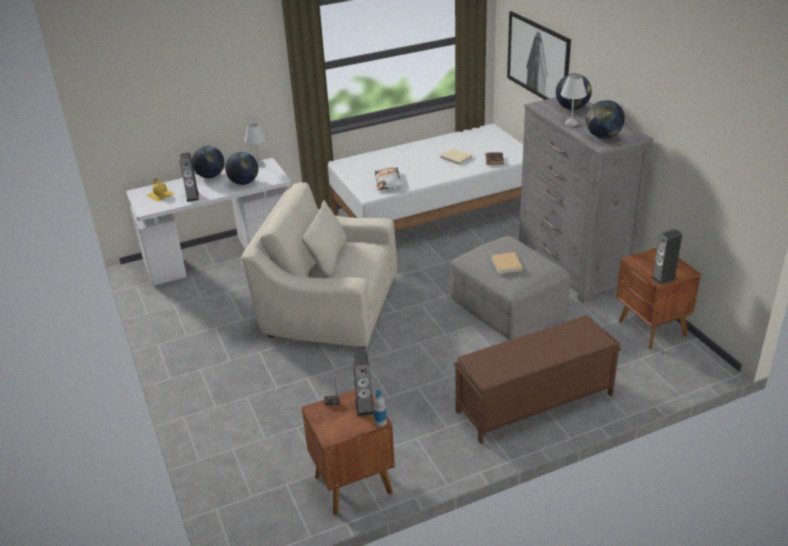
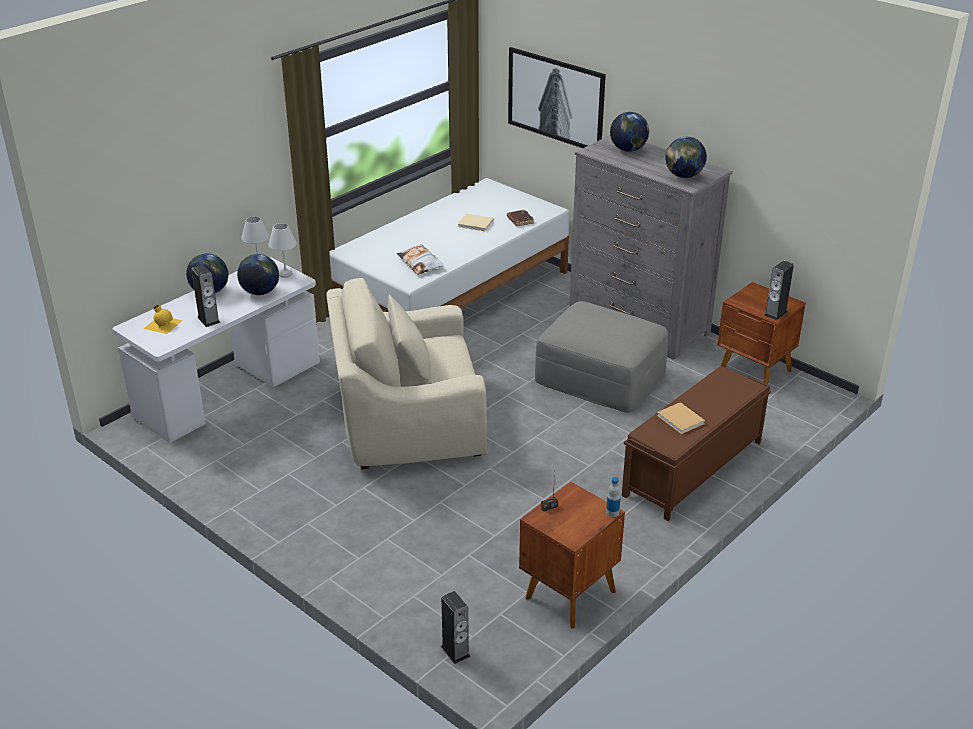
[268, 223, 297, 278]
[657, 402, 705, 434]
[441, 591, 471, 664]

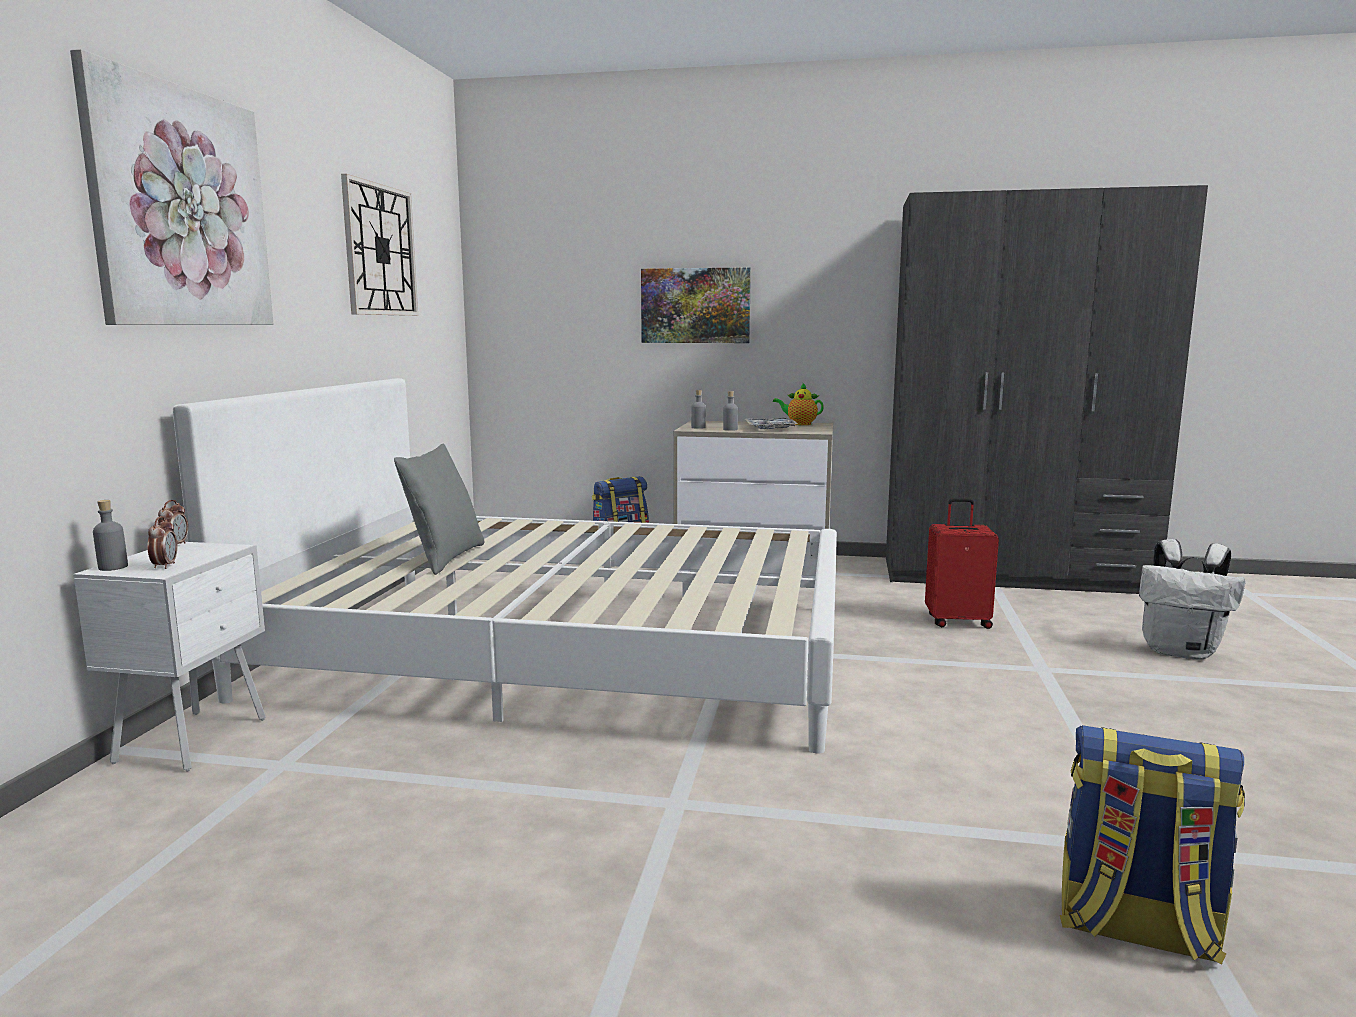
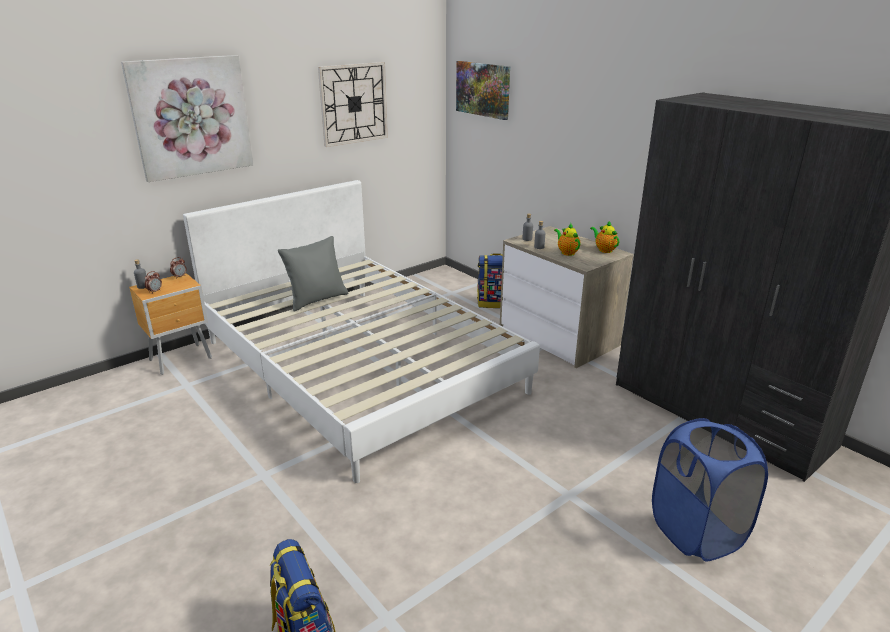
[456, 61, 510, 120]
[554, 223, 581, 256]
[925, 498, 999, 629] (first image)
[652, 418, 768, 562]
[129, 273, 212, 375]

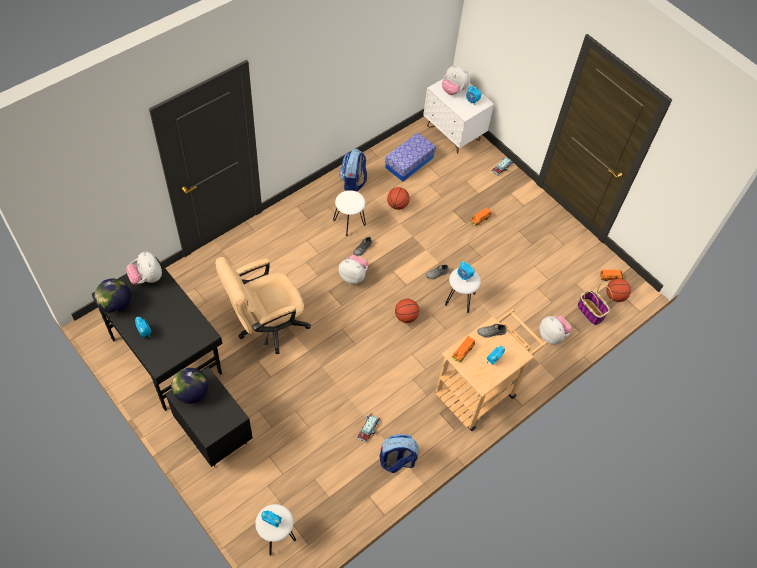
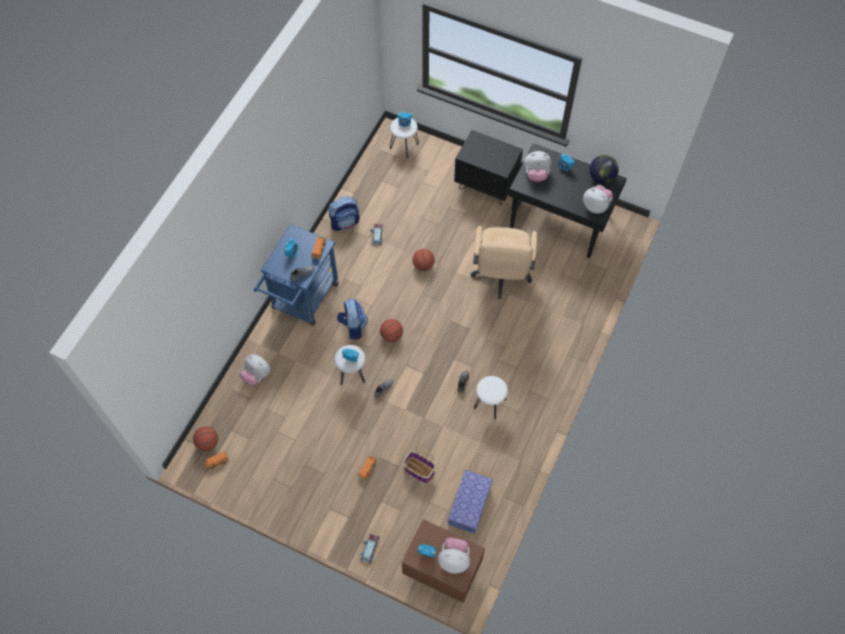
[402, 519, 485, 603]
[337, 298, 368, 340]
[413, 249, 435, 271]
[524, 151, 551, 182]
[471, 226, 537, 299]
[403, 447, 436, 483]
[253, 224, 339, 326]
[171, 368, 208, 404] (first image)

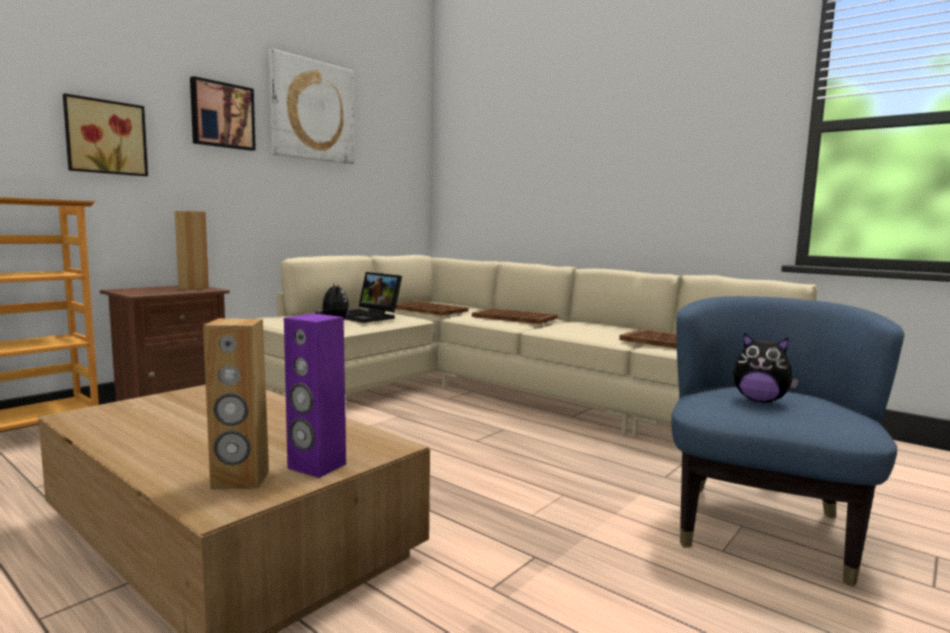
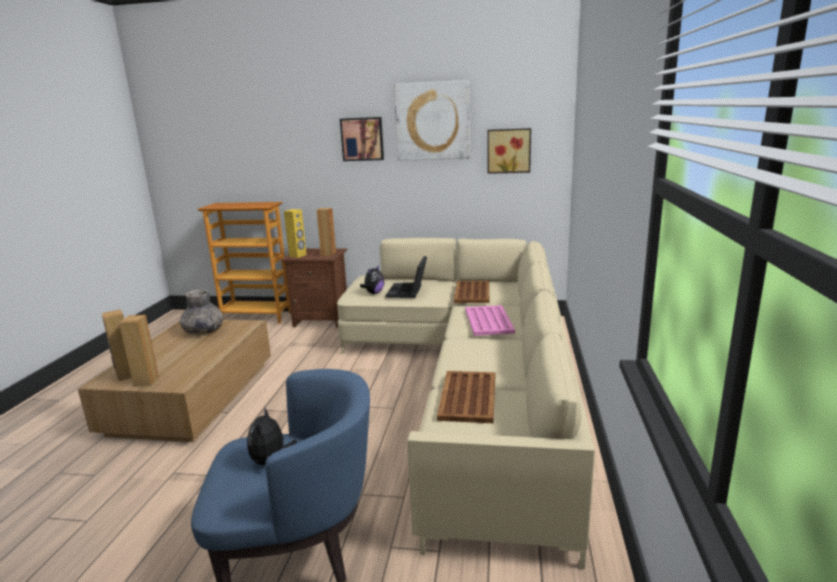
[487, 128, 531, 174]
[465, 305, 515, 336]
[119, 315, 159, 387]
[284, 209, 307, 258]
[180, 290, 224, 335]

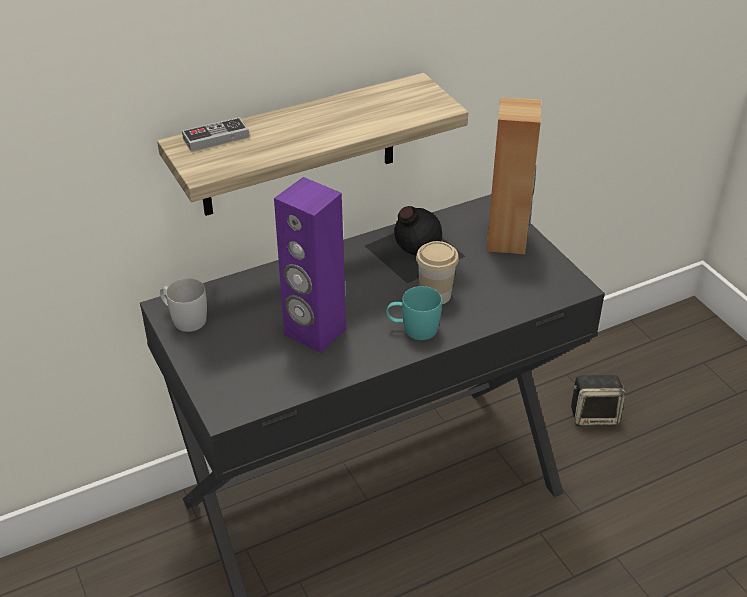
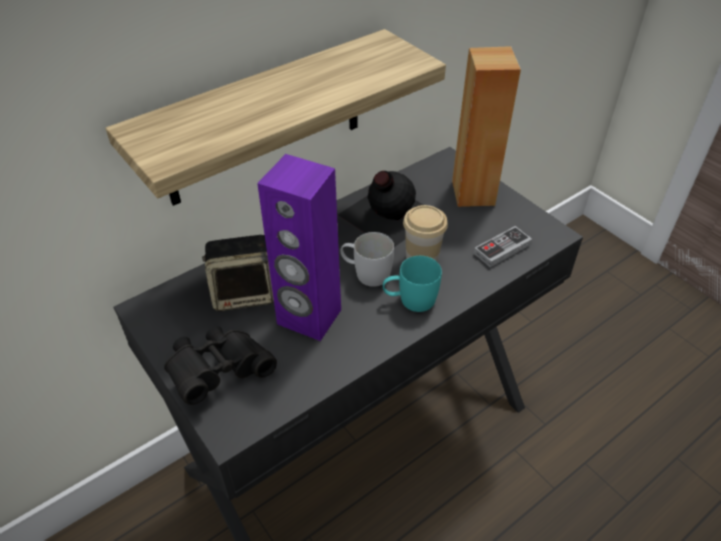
[474, 226, 532, 267]
[340, 232, 394, 287]
[202, 235, 274, 311]
[164, 326, 277, 405]

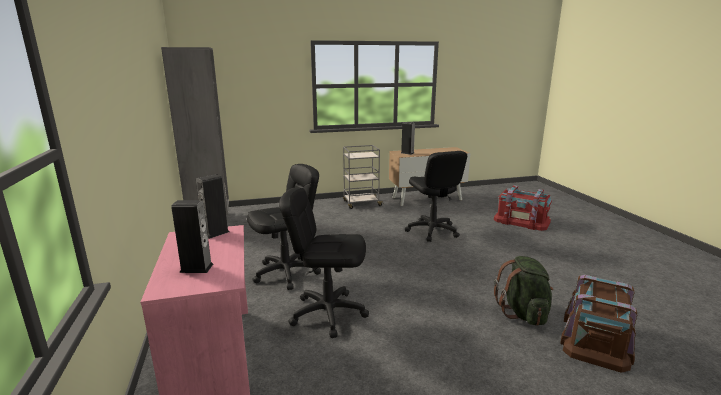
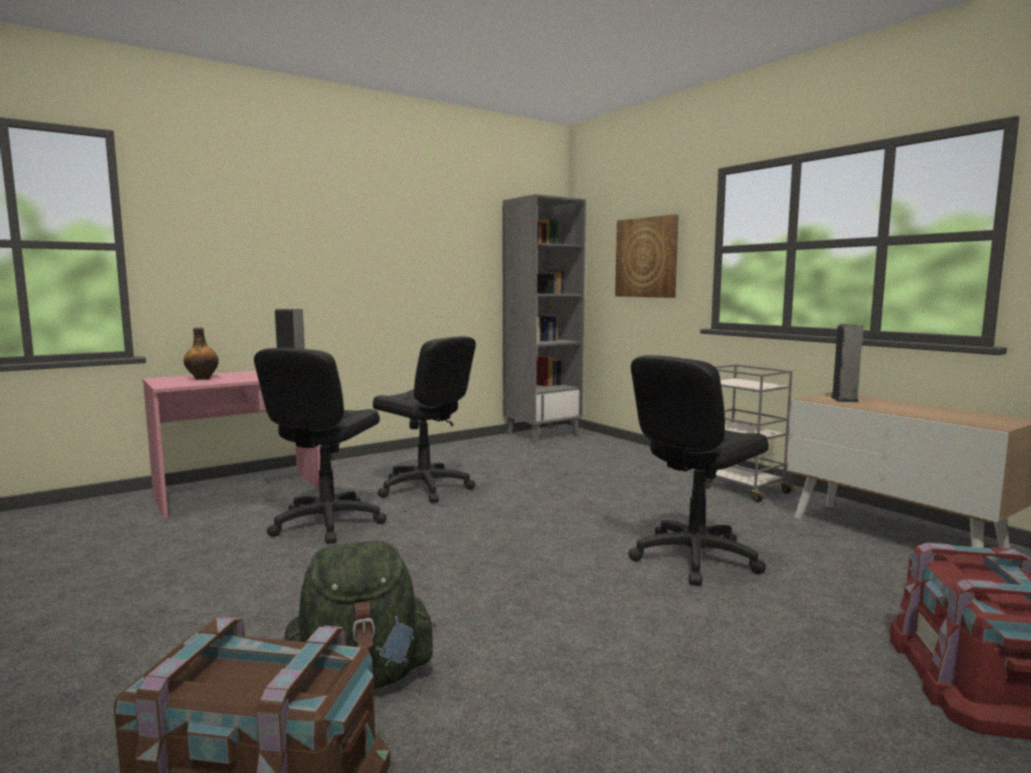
[254, 348, 387, 544]
[184, 327, 219, 380]
[615, 214, 679, 298]

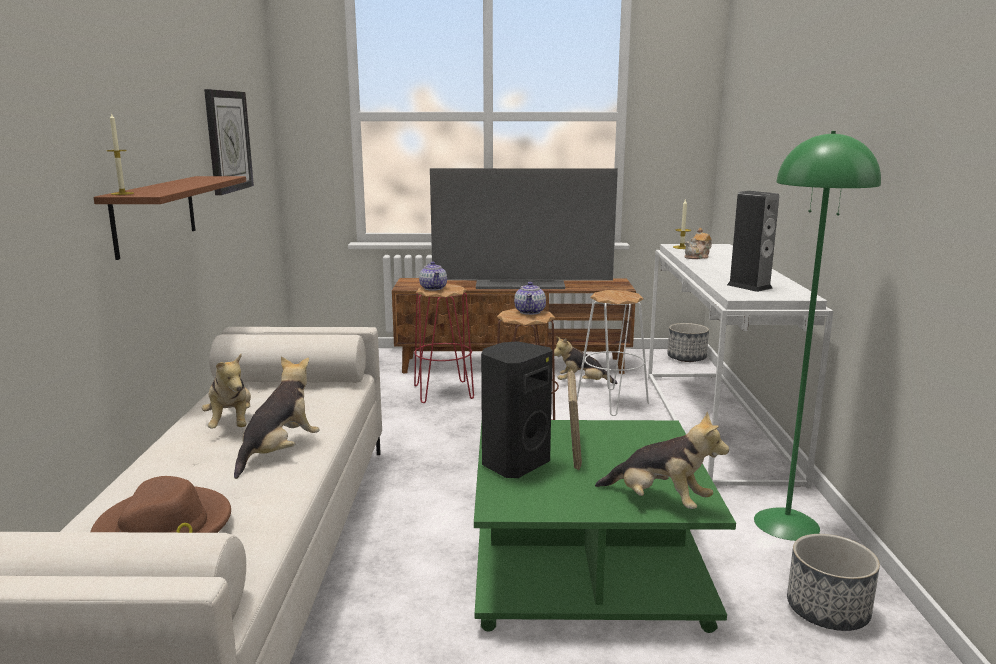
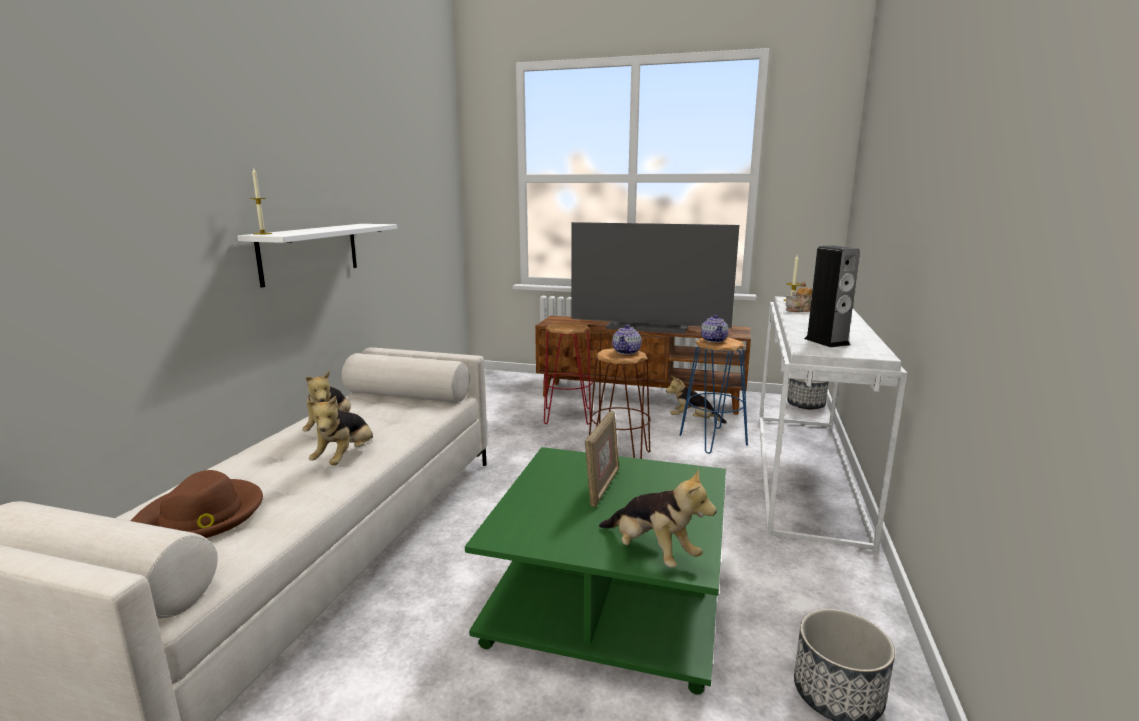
[204, 89, 254, 195] (first image)
[754, 131, 881, 541] (first image)
[238, 224, 397, 288]
[701, 315, 729, 343]
[680, 338, 748, 454]
[481, 341, 552, 478] (first image)
[308, 396, 373, 465]

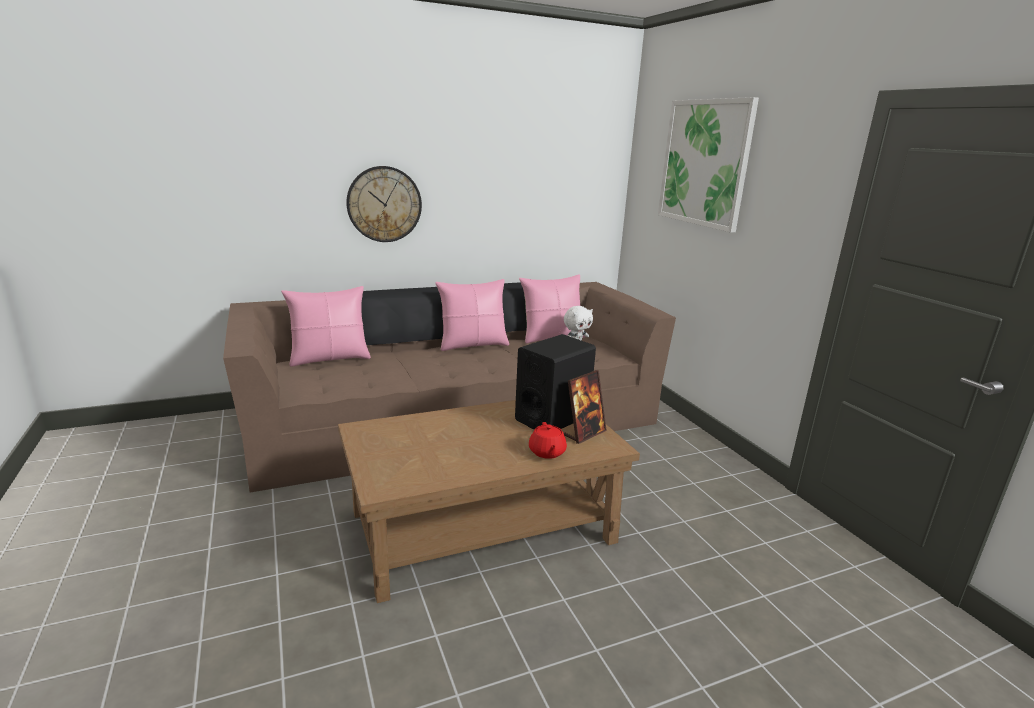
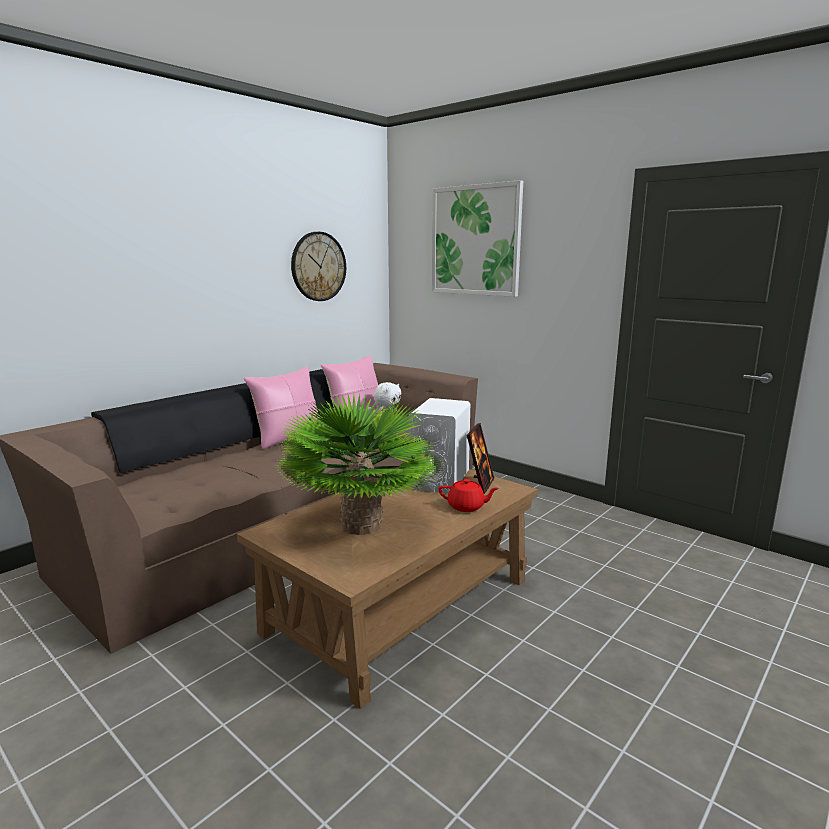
[291, 232, 346, 301]
[281, 286, 371, 367] (first image)
[408, 398, 470, 494]
[439, 479, 499, 512]
[276, 395, 442, 535]

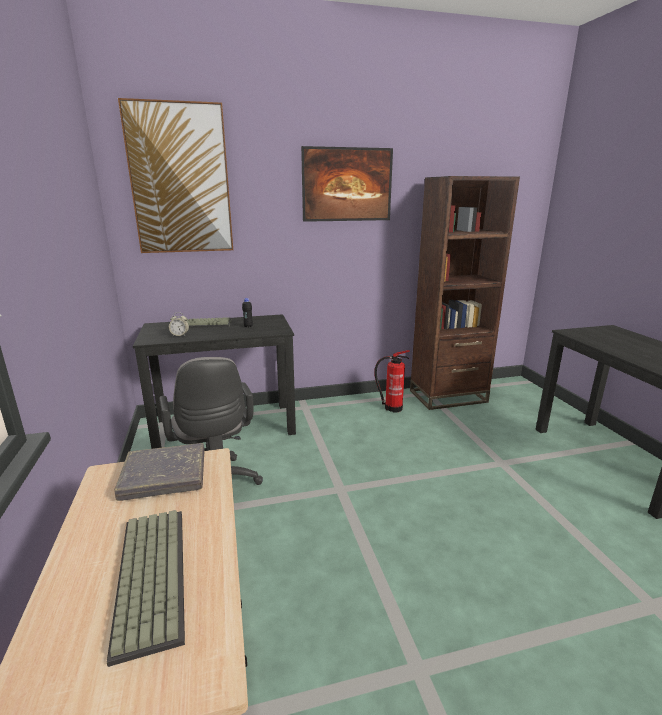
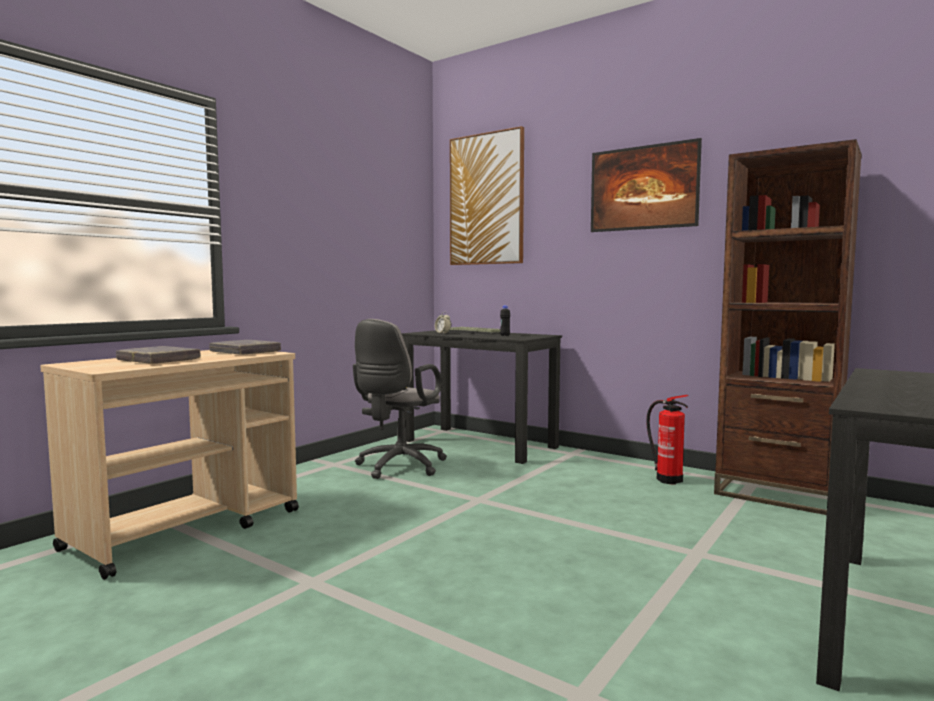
[116, 346, 201, 364]

